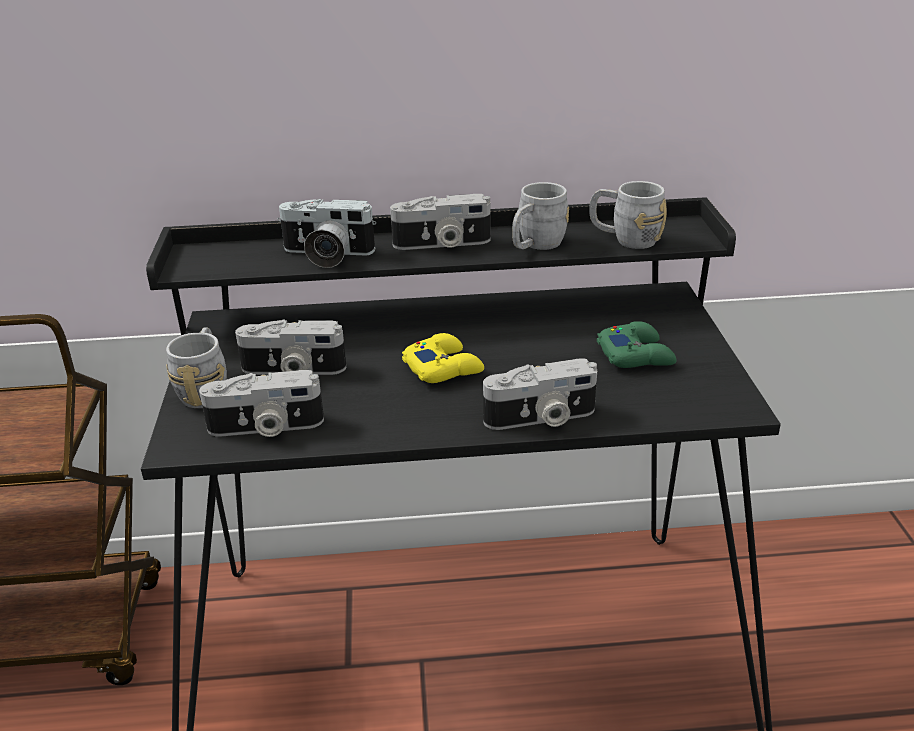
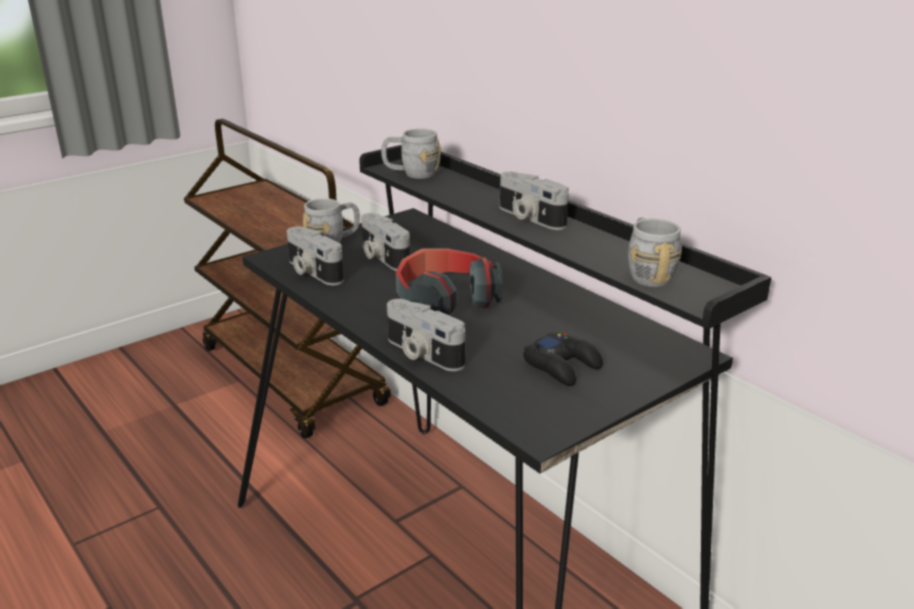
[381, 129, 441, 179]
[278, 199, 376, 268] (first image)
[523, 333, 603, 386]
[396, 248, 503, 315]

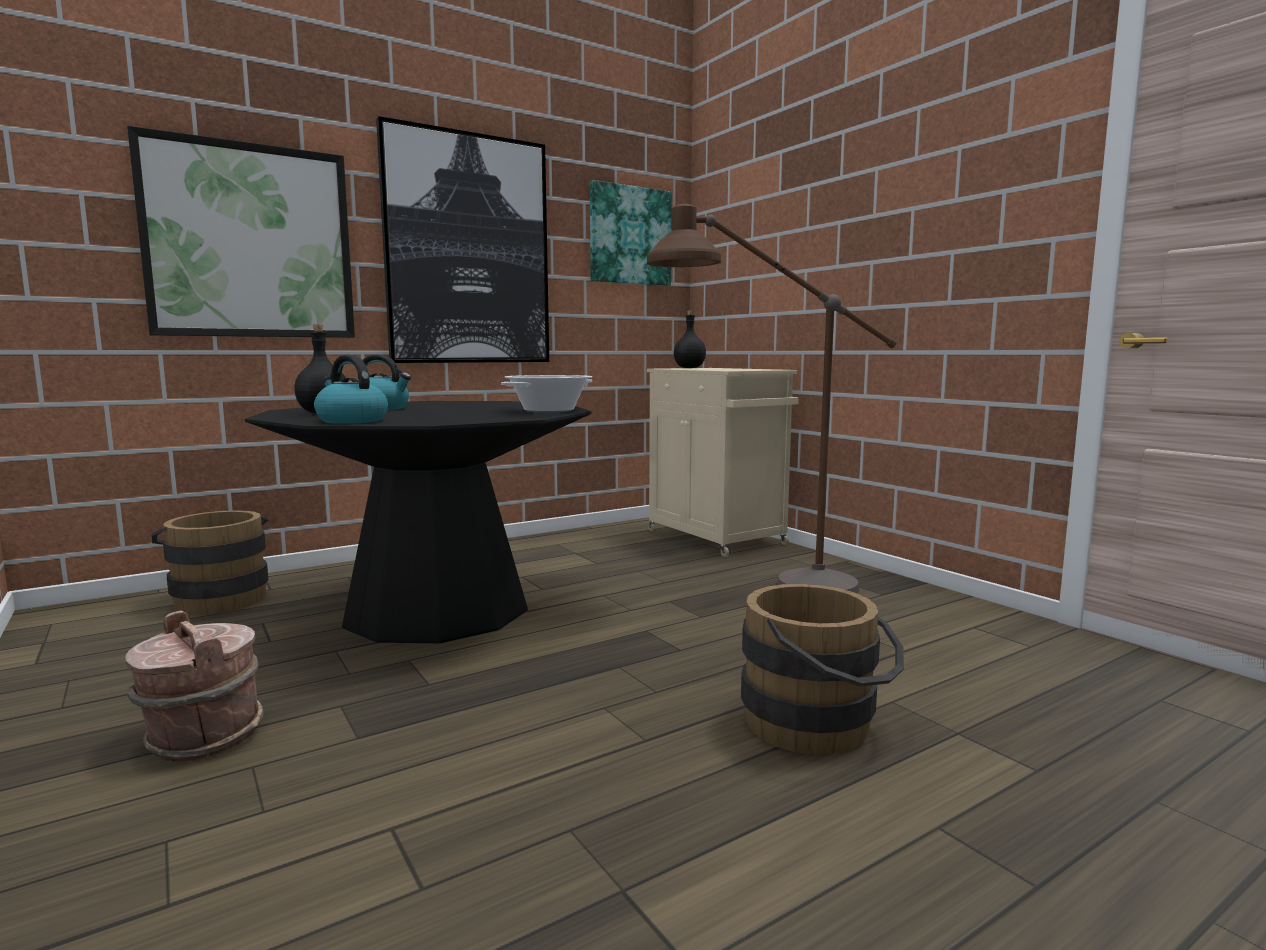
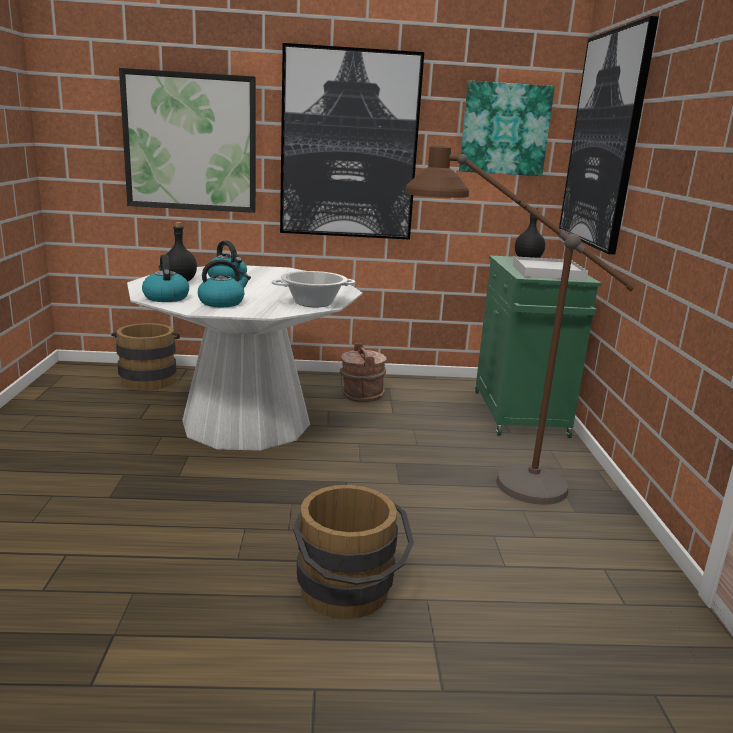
[475, 255, 601, 438]
[127, 265, 363, 451]
[340, 343, 387, 403]
[559, 16, 659, 255]
[513, 256, 588, 281]
[198, 259, 251, 307]

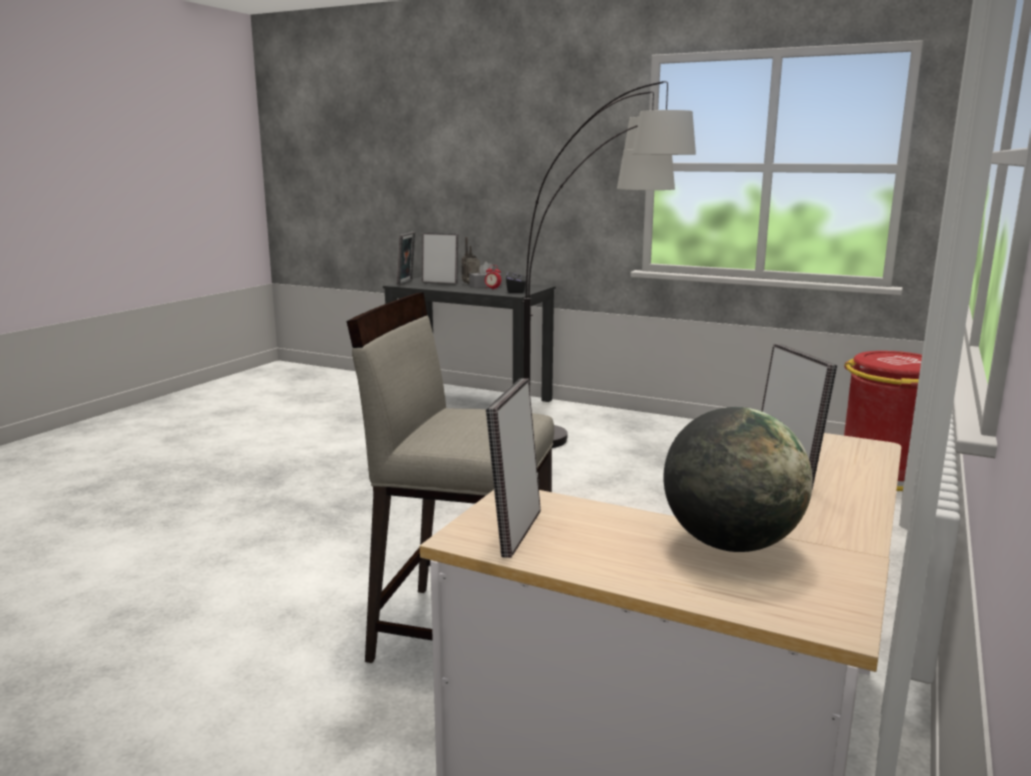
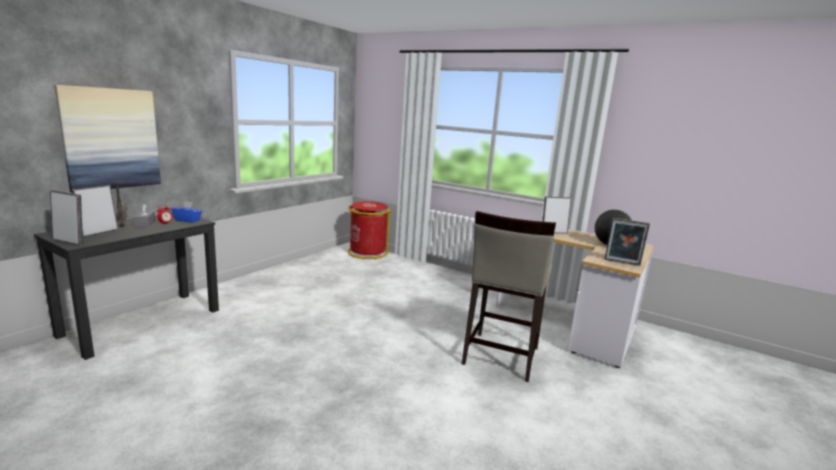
[522, 81, 696, 448] (first image)
[171, 201, 202, 223]
[54, 85, 161, 192]

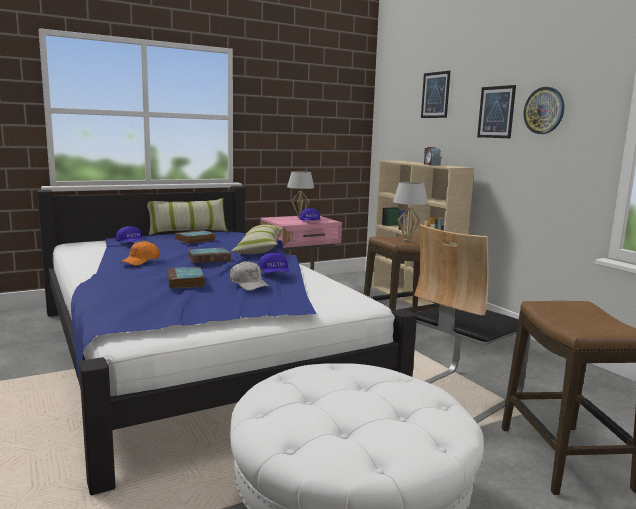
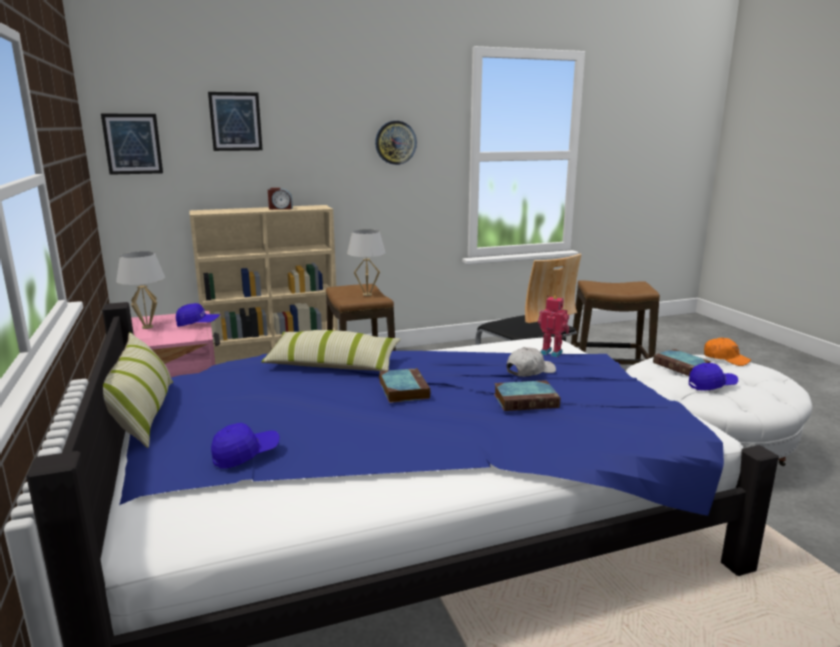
[101, 114, 163, 175]
[653, 349, 711, 376]
[704, 337, 751, 366]
[689, 363, 738, 391]
[538, 296, 569, 357]

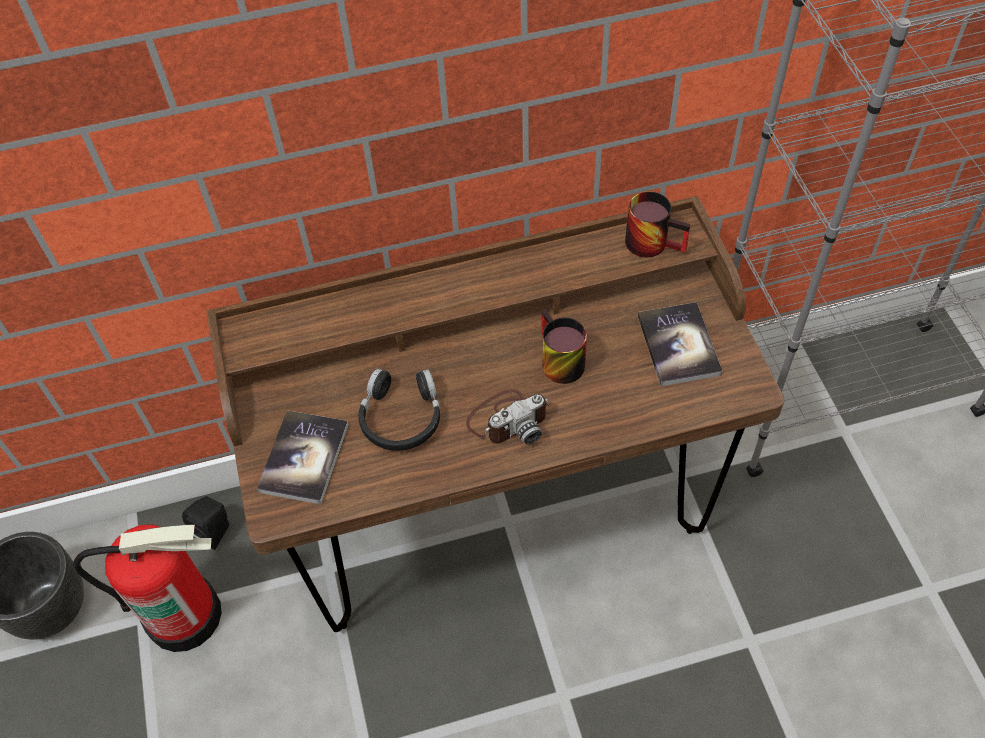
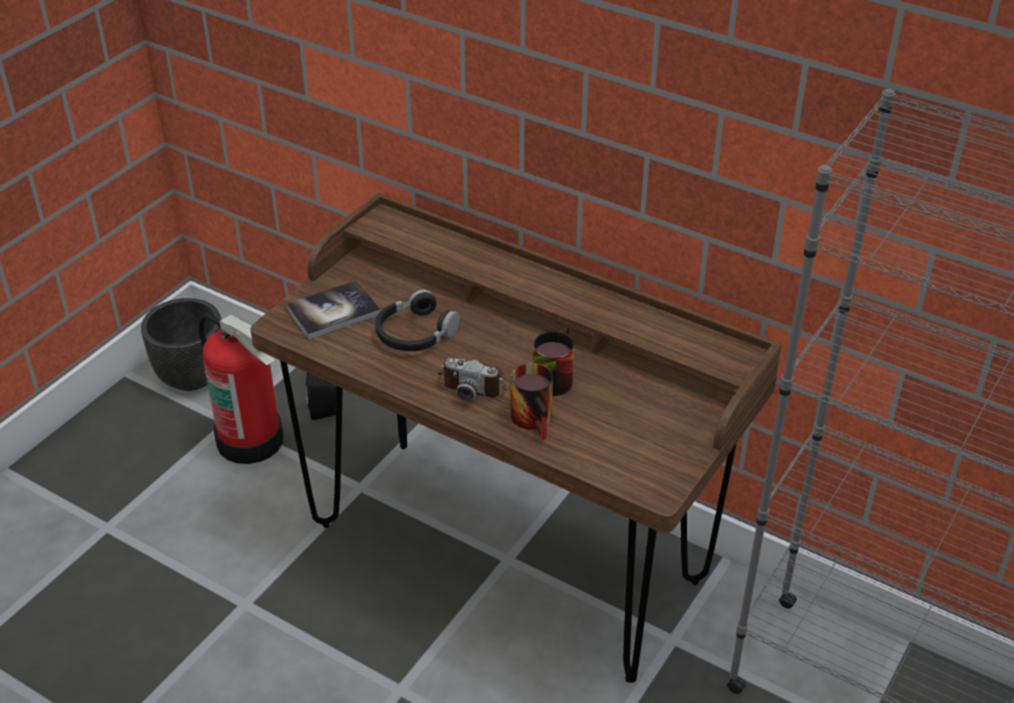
[511, 363, 553, 440]
[638, 302, 722, 386] (first image)

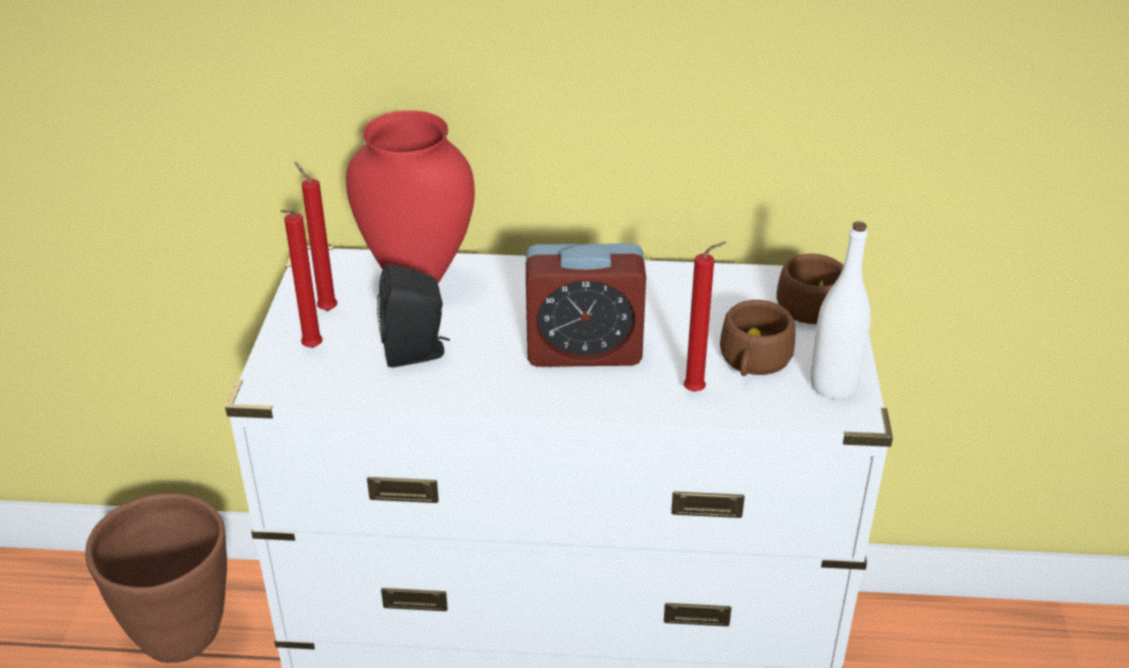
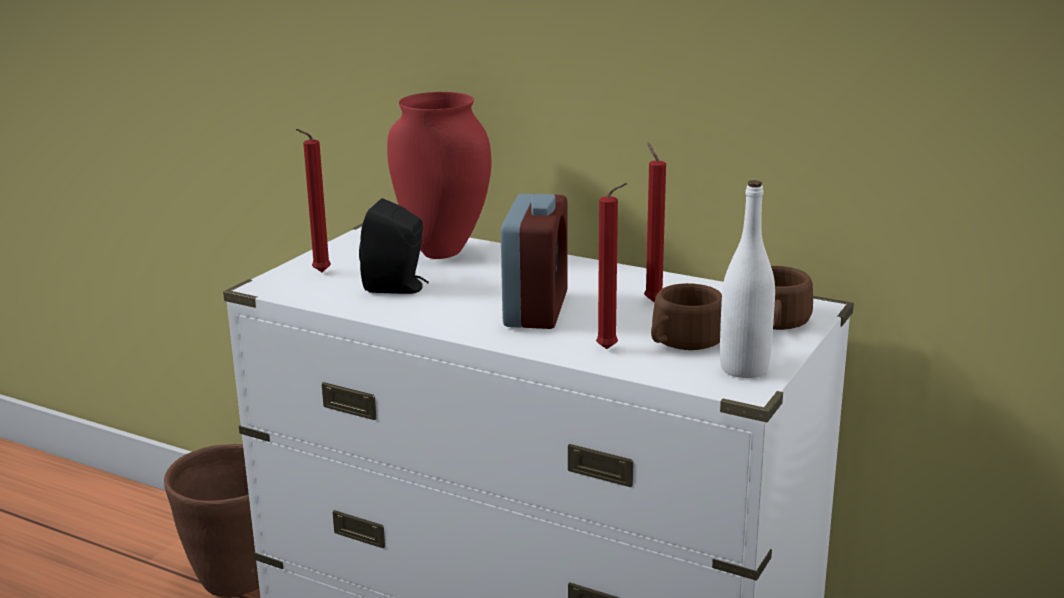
[644, 143, 666, 302]
[501, 194, 568, 329]

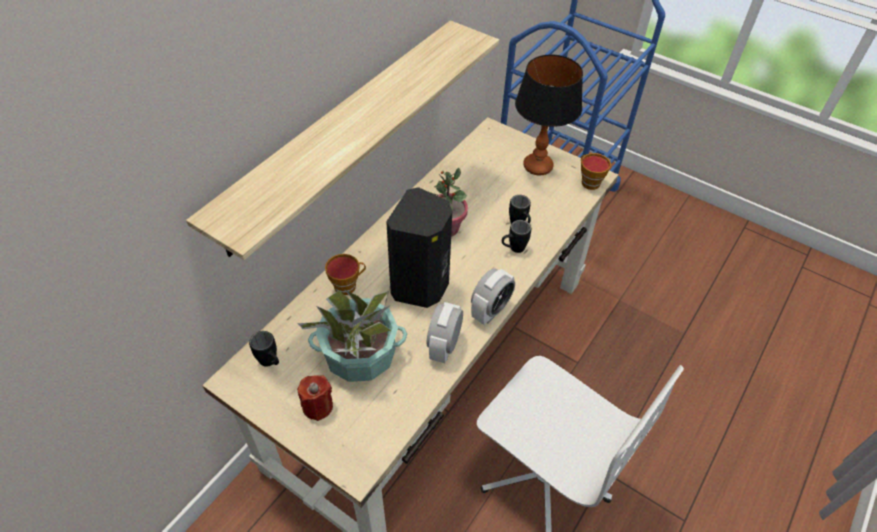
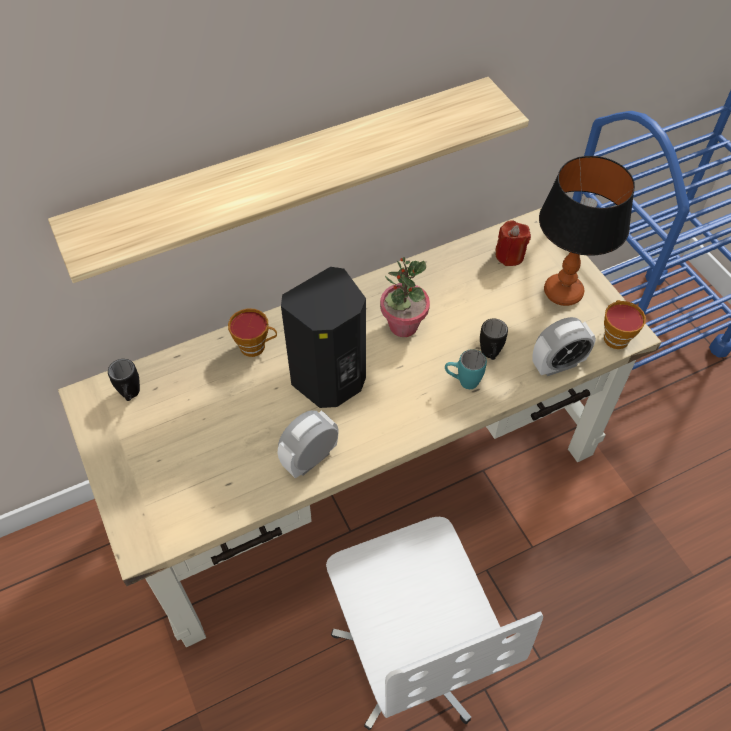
[445, 349, 487, 389]
[532, 317, 596, 376]
[297, 284, 407, 382] (first image)
[495, 220, 531, 266]

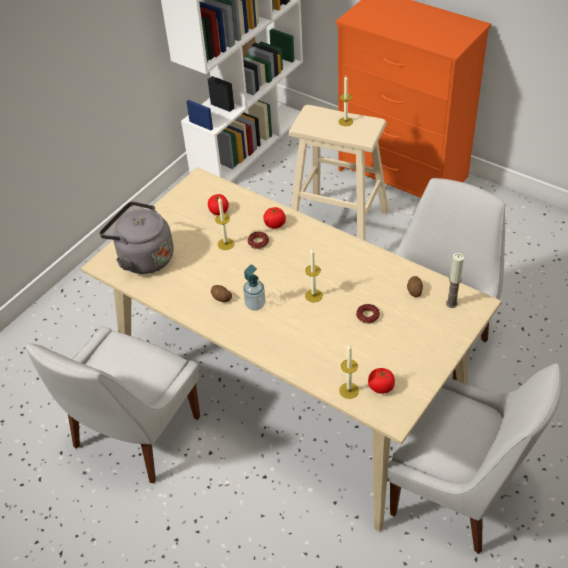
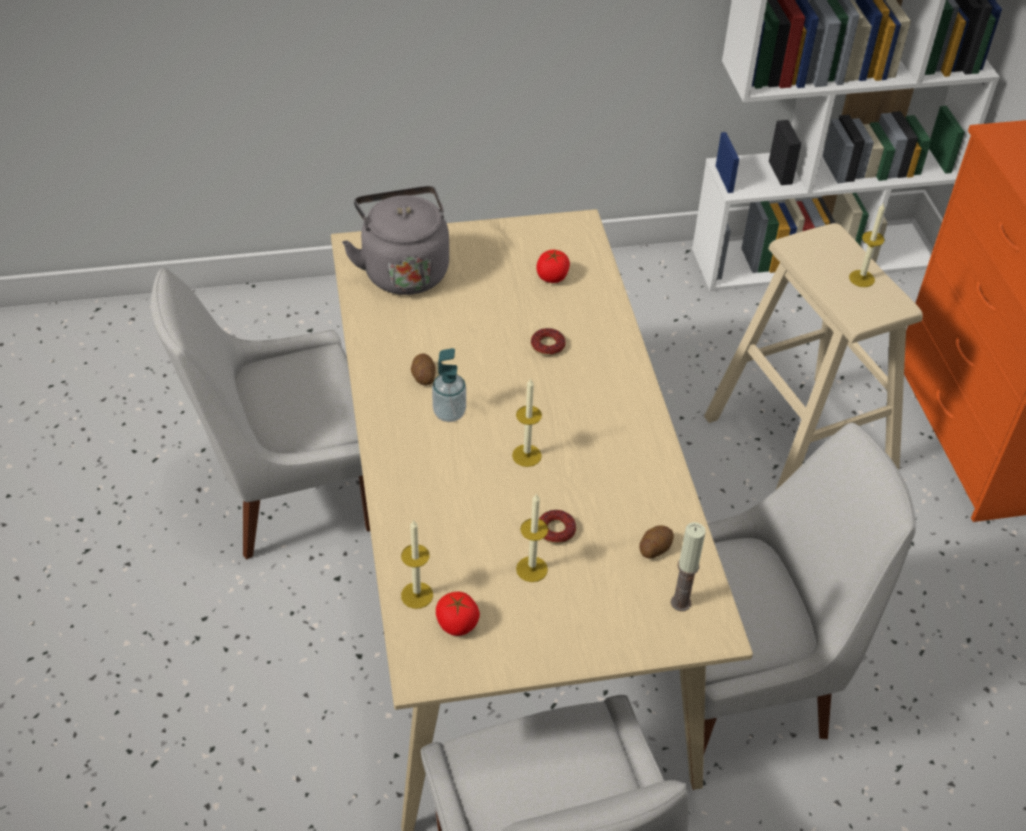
[516, 493, 548, 582]
[263, 207, 286, 229] (first image)

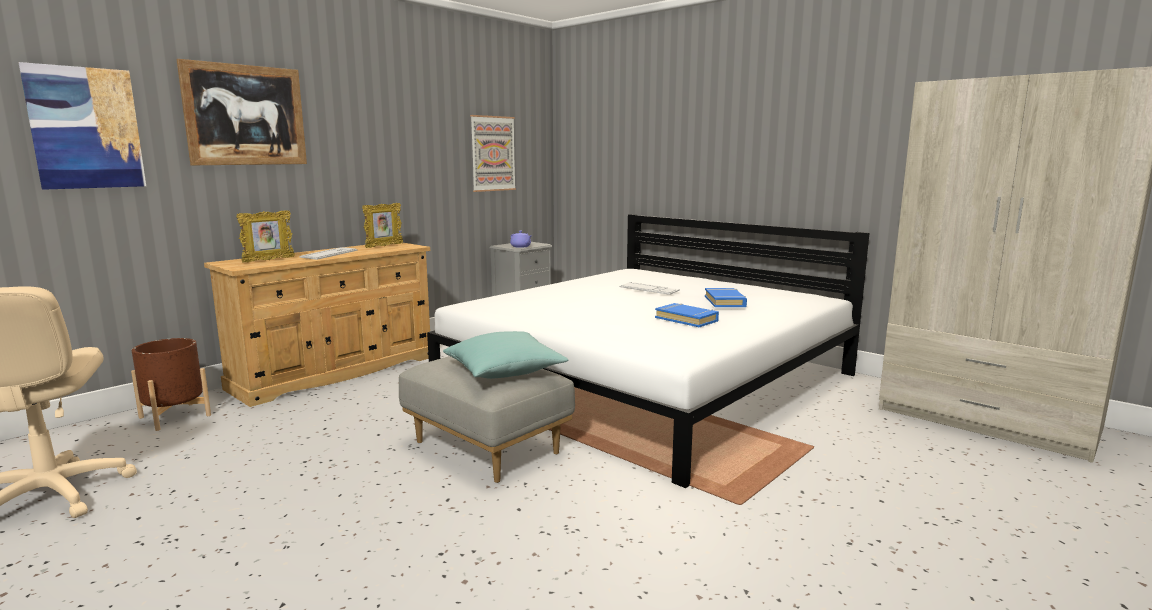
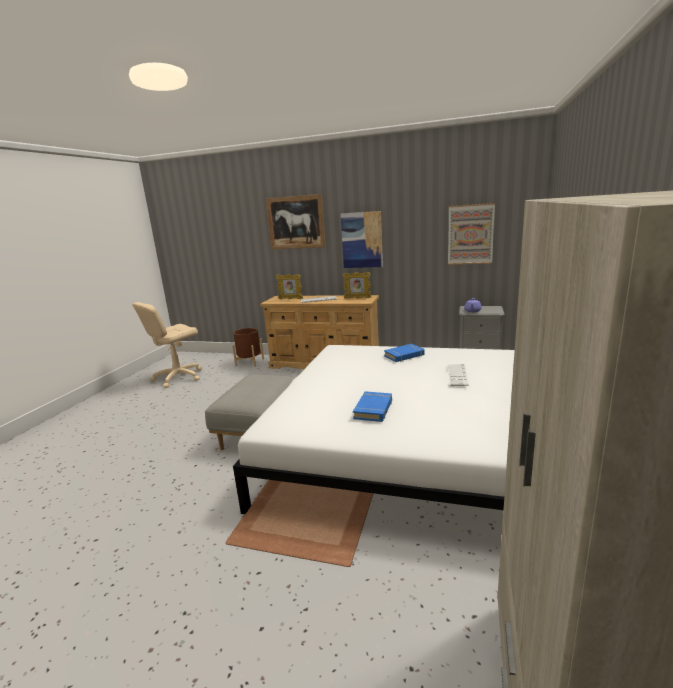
[341, 211, 383, 268]
[384, 344, 424, 362]
[443, 331, 568, 379] (first image)

